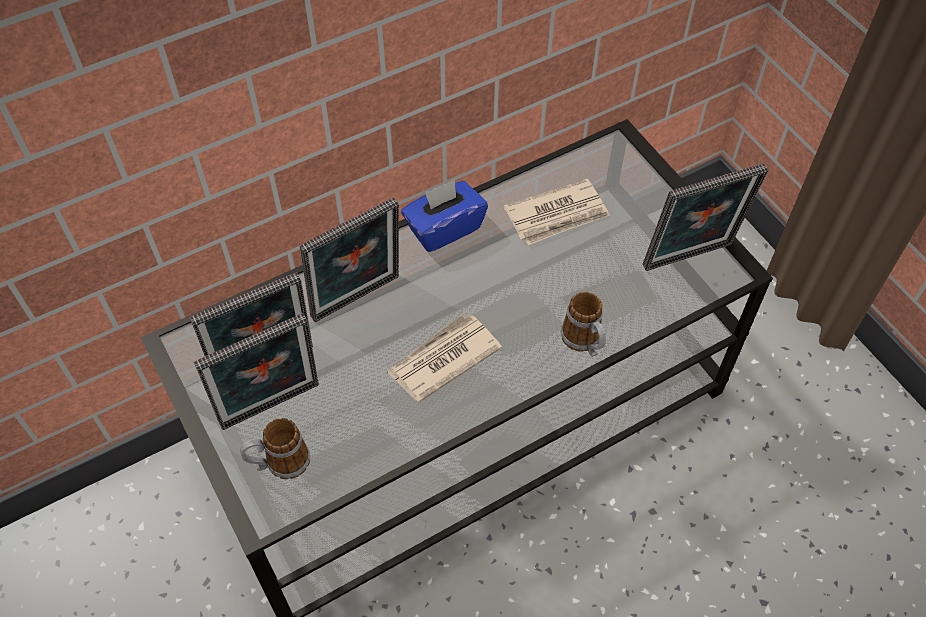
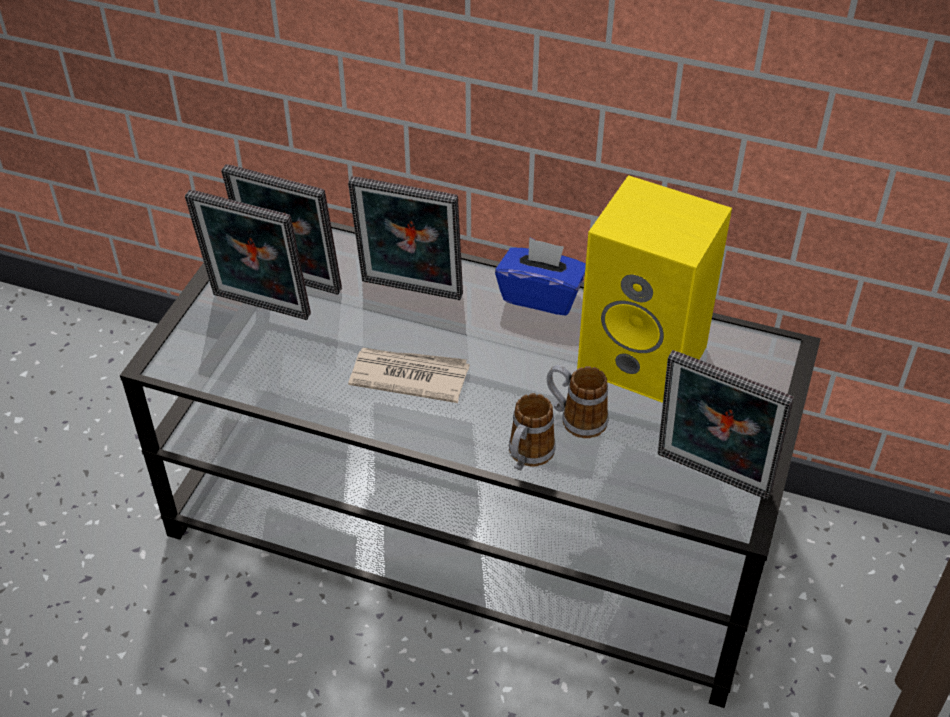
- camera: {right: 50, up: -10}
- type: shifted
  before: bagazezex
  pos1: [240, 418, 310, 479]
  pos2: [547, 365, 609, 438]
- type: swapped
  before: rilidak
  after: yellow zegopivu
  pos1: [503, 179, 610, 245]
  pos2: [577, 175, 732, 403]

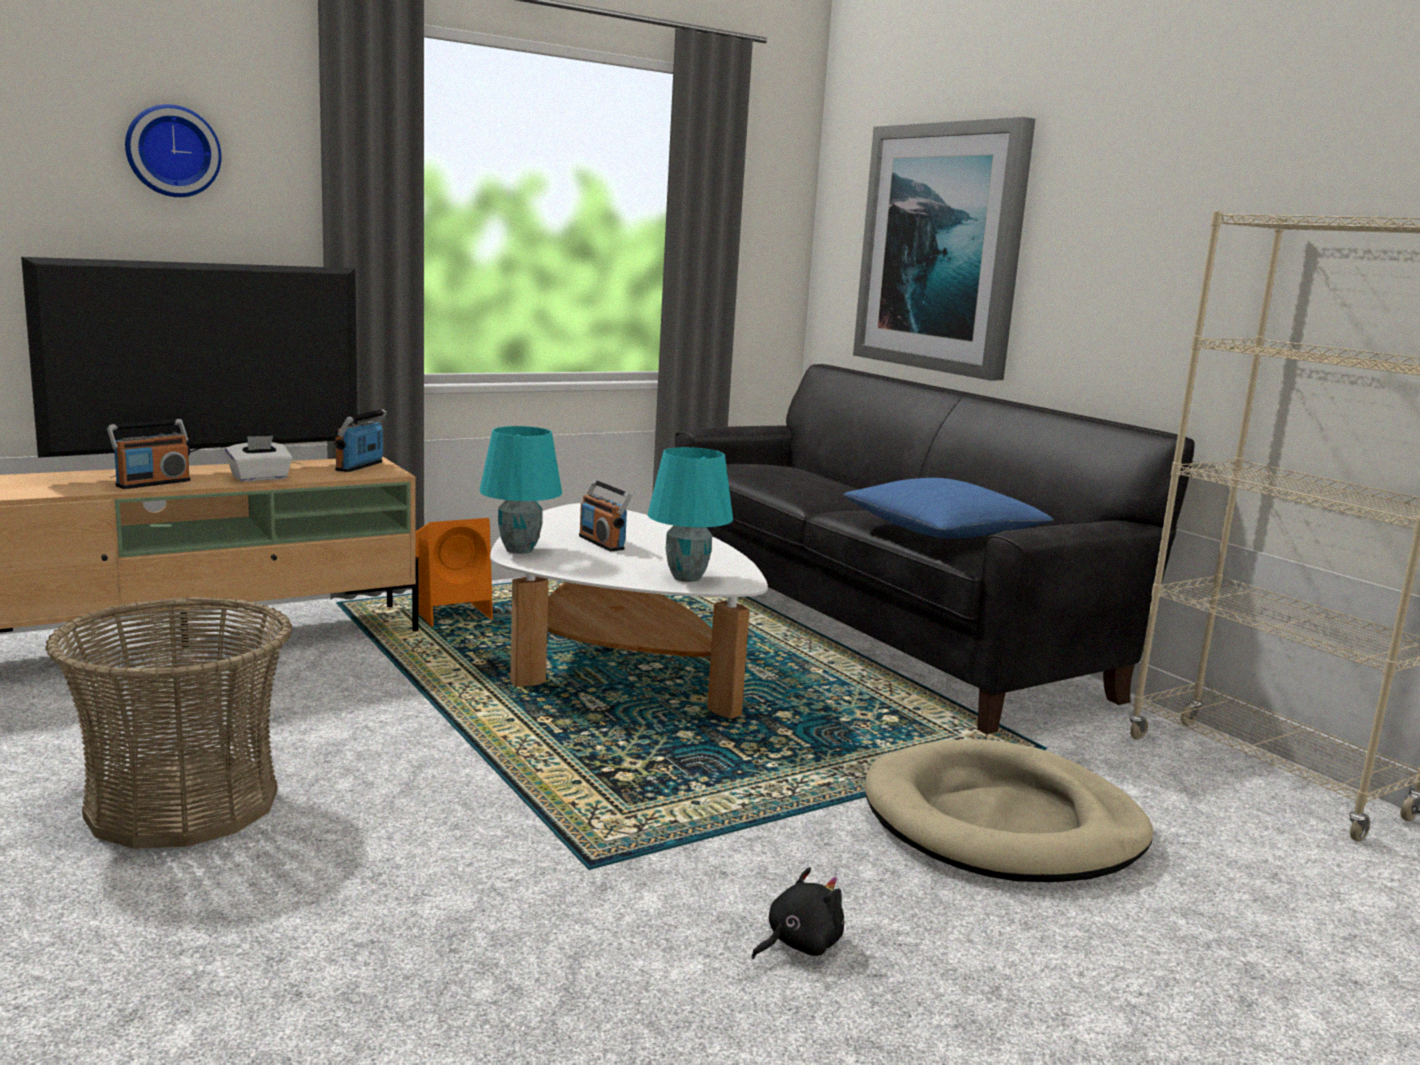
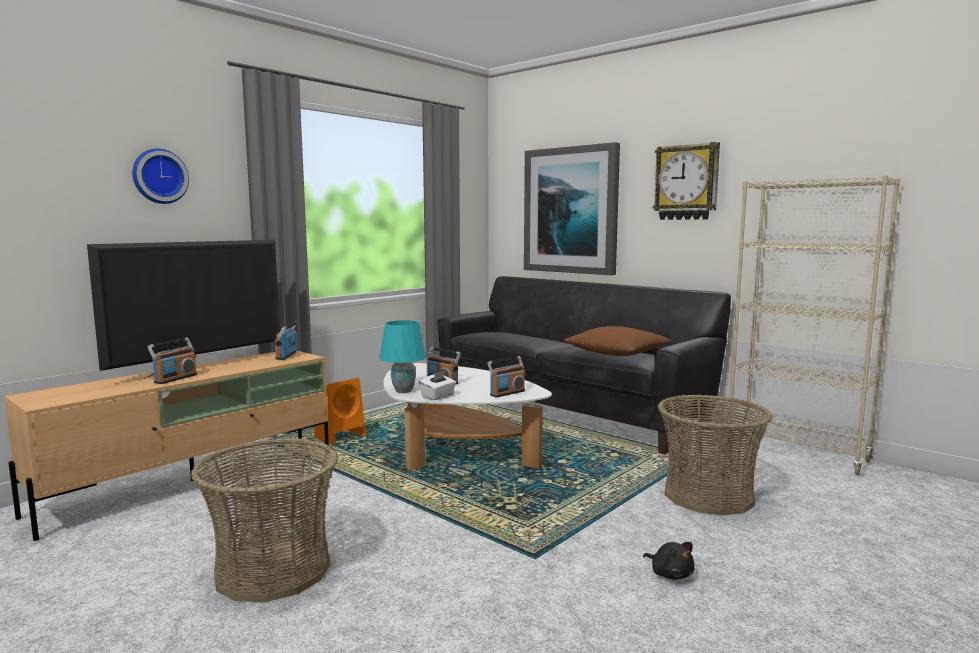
- camera: {right: -15, up: -5}
- type: shifted
  before: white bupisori
  pos1: [225, 435, 293, 482]
  pos2: [419, 370, 456, 400]
- type: swapped
  before: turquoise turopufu
  after: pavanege
  pos1: [648, 447, 733, 582]
  pos2: [487, 356, 525, 397]
- type: repainted
  before: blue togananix
  after: brown togananix
  pos1: [843, 478, 1053, 538]
  pos2: [564, 326, 671, 356]
- type: rotated
  before: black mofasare
  pos1: [752, 867, 844, 959]
  pos2: [643, 542, 695, 580]
  turn: 105
- type: new
  after: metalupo
  pos2: [653, 142, 720, 220]
- type: swapped
  before: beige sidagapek
  after: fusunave
  pos1: [865, 739, 1153, 882]
  pos2: [658, 395, 772, 515]

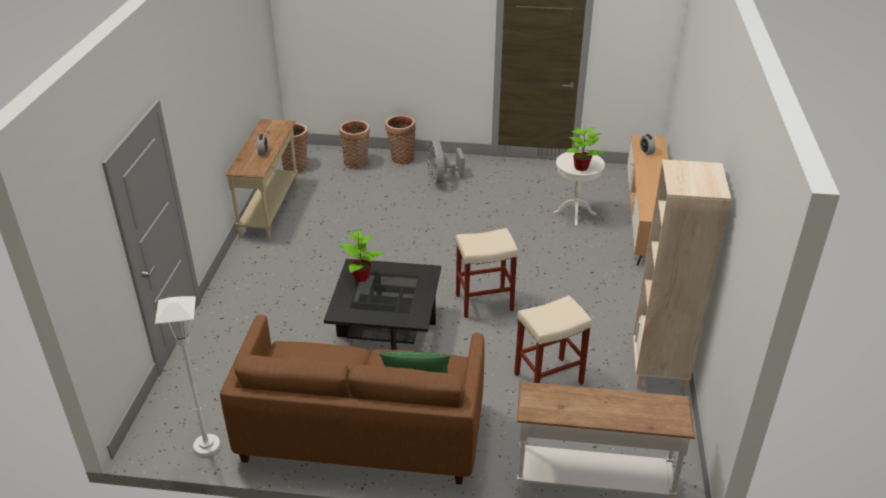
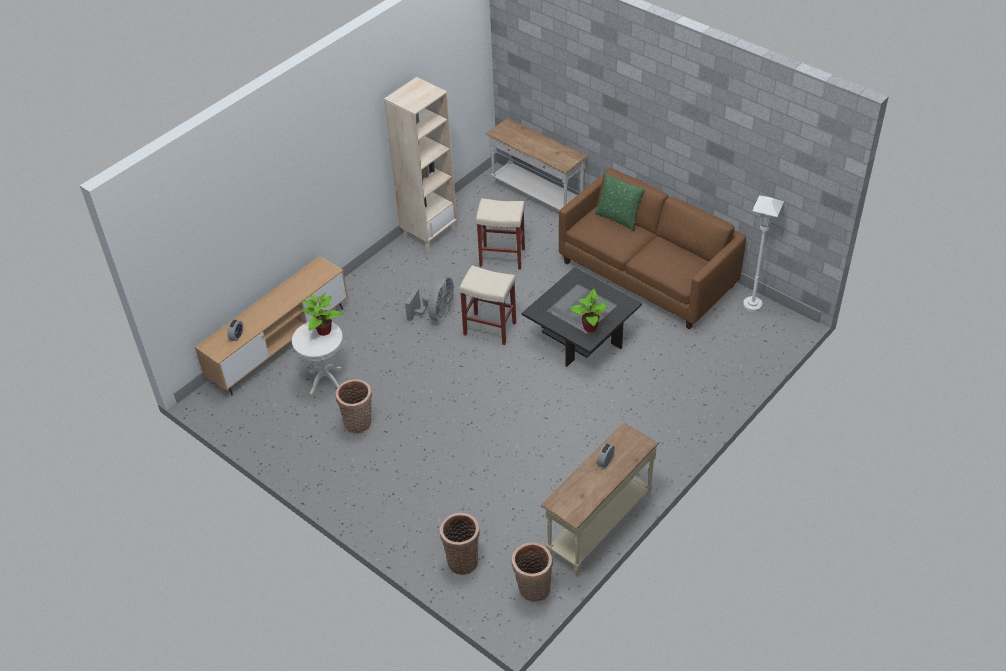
- camera: {right: -145, up: 10}
- type: shifted
  before: fusunave
  pos1: [385, 115, 416, 165]
  pos2: [336, 379, 372, 434]
- type: shifted
  before: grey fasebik
  pos1: [427, 140, 465, 184]
  pos2: [405, 276, 454, 321]

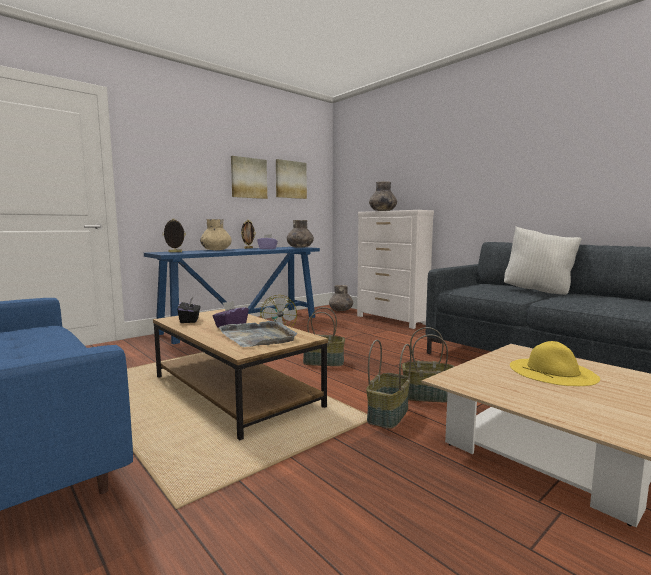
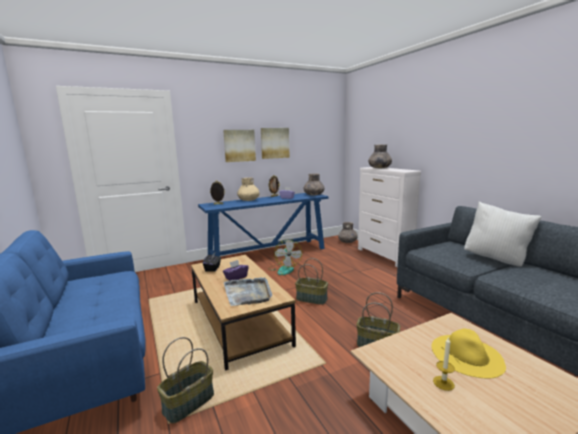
- camera: {right: 15, up: 5}
- type: shifted
  before: fusunave
  pos1: [366, 340, 412, 429]
  pos2: [157, 337, 214, 424]
- type: shifted
  before: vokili
  pos1: [276, 159, 307, 199]
  pos2: [223, 130, 256, 162]
- type: new
  after: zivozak
  pos2: [433, 337, 455, 391]

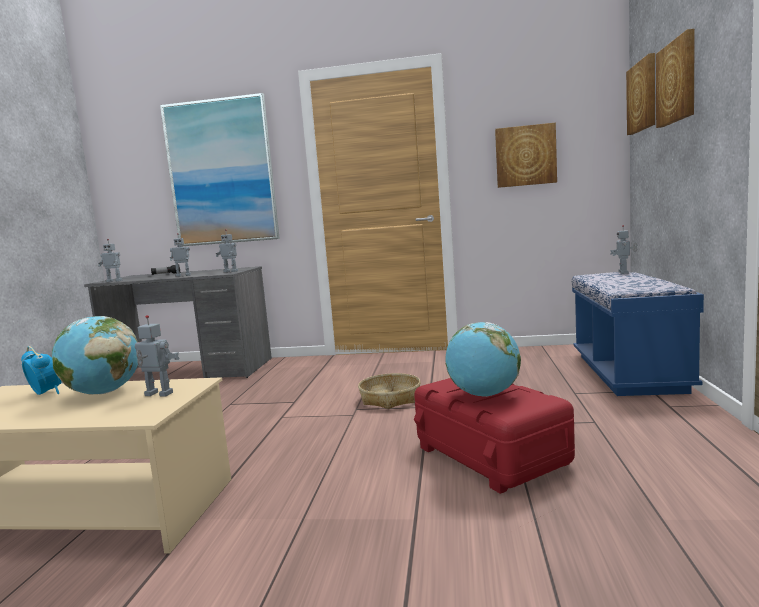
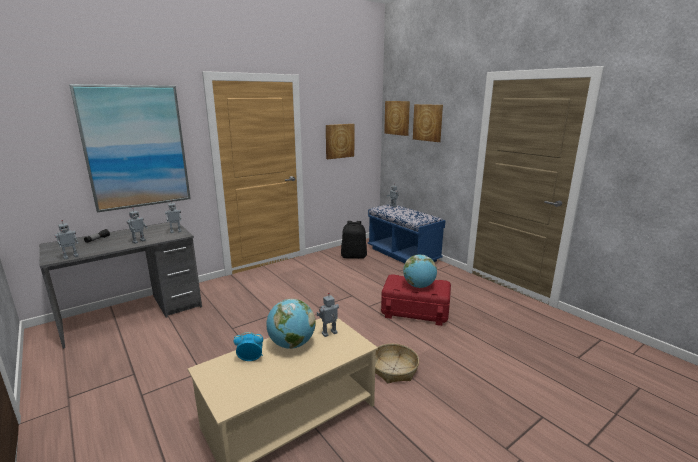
- camera: {right: -45, up: 10}
- type: new
  after: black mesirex
  pos2: [341, 221, 367, 259]
- type: shifted
  before: fusunave
  pos1: [358, 373, 421, 409]
  pos2: [375, 344, 419, 383]

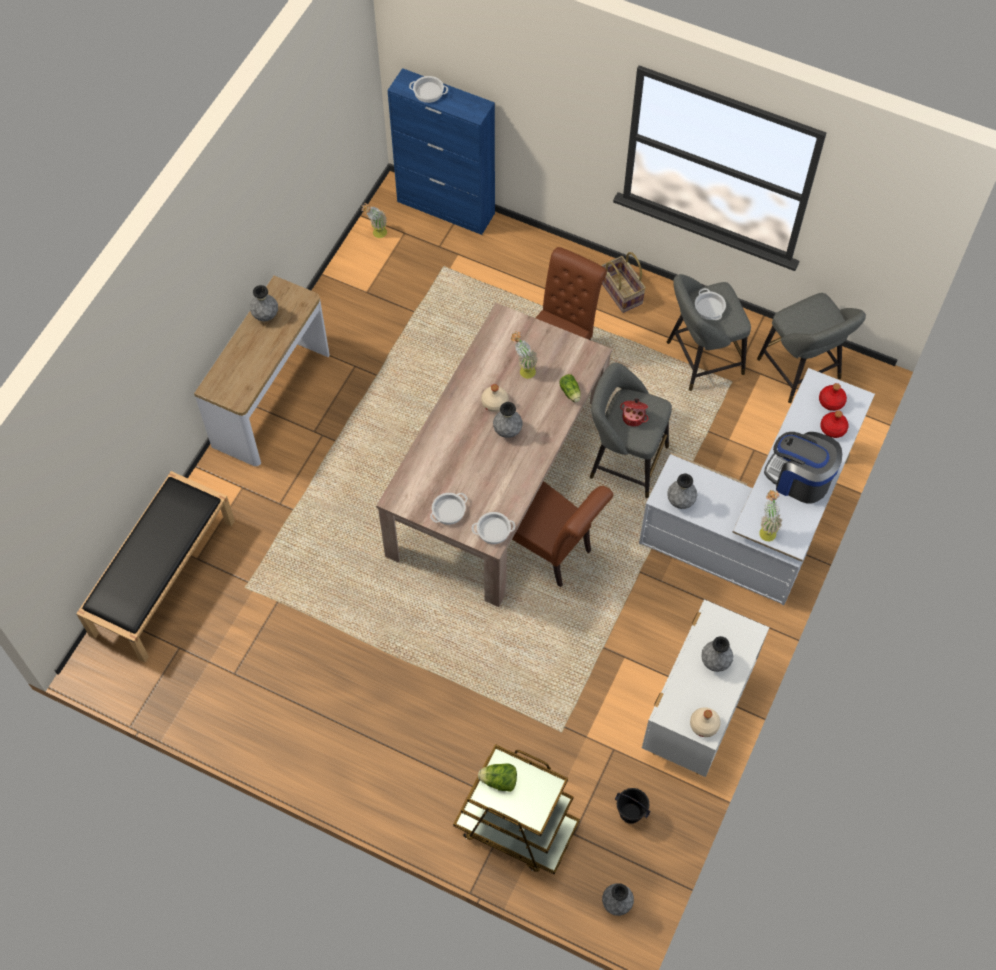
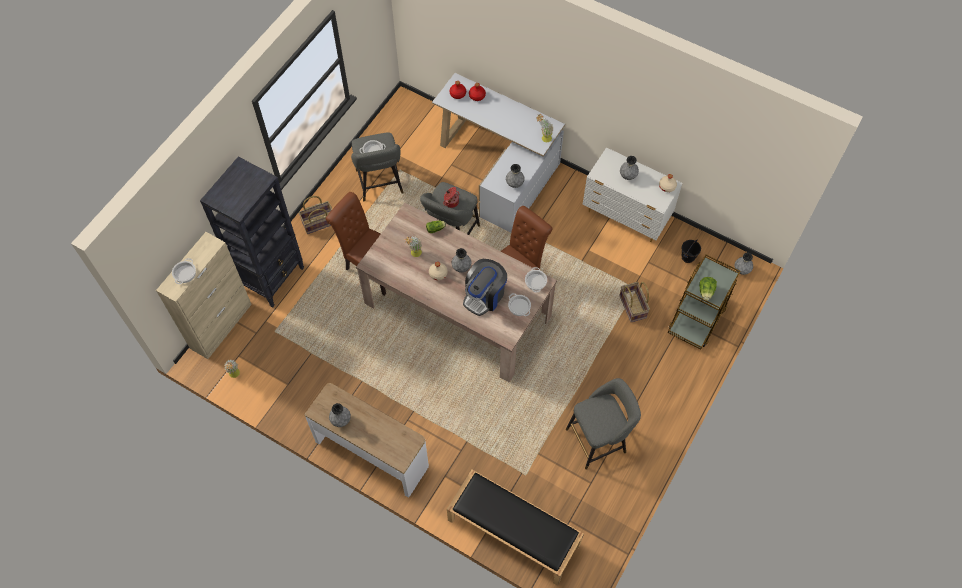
- camera: {right: -85, up: 0}
- type: repainted
  before: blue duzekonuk
  after: beige duzekonuk
  pos1: [387, 68, 495, 235]
  pos2: [156, 232, 252, 359]
- type: new
  after: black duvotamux
  pos2: [200, 157, 304, 308]
- type: shifted
  before: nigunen
  pos1: [764, 432, 842, 504]
  pos2: [463, 259, 507, 316]
- type: shifted
  before: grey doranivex
  pos1: [757, 293, 866, 403]
  pos2: [566, 378, 641, 470]
- type: new
  after: fusunave
  pos2: [619, 282, 650, 322]

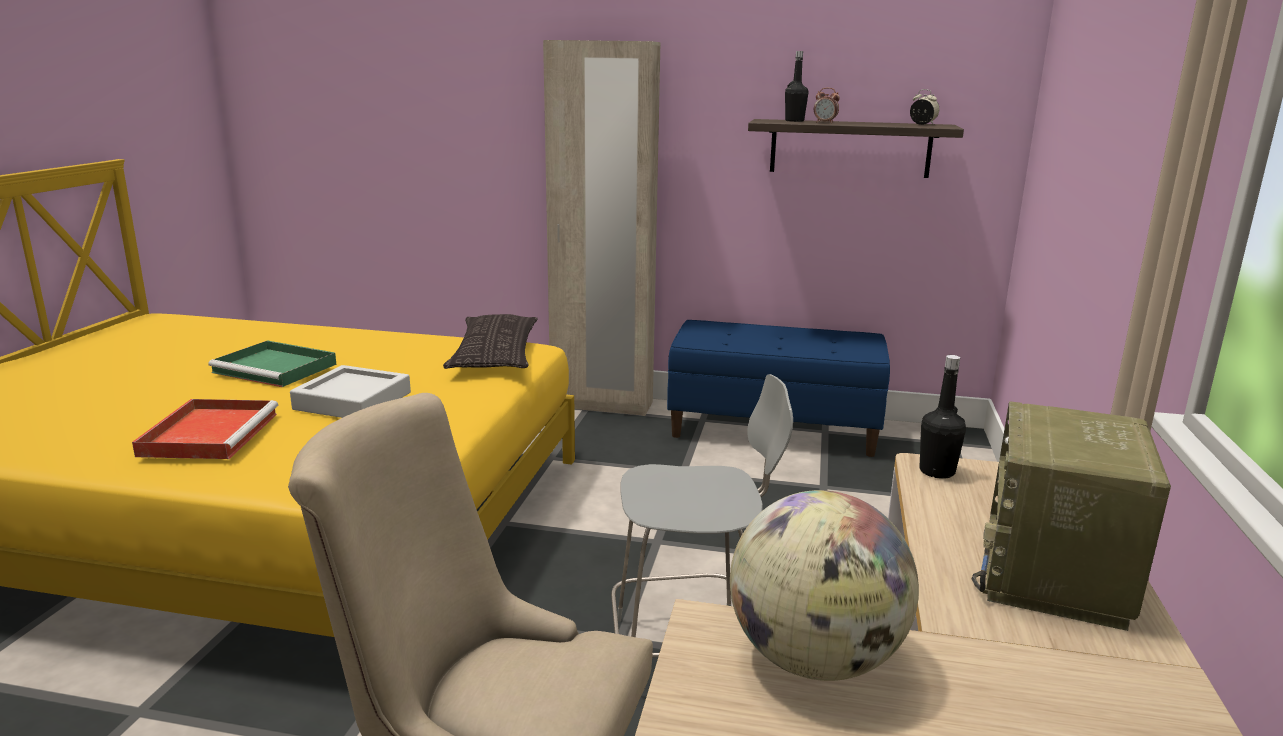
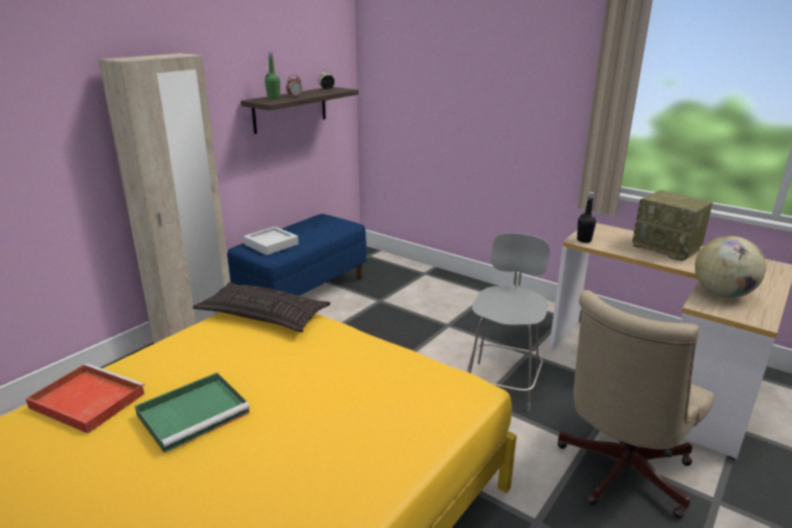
- camera: {right: -65, up: 5}
- type: shifted
  before: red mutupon
  pos1: [132, 399, 278, 459]
  pos2: [26, 363, 145, 434]
- type: shifted
  before: grey mutupon
  pos1: [290, 365, 411, 418]
  pos2: [243, 226, 299, 255]
- type: repainted
  before: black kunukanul
  after: green kunukanul
  pos1: [785, 51, 808, 122]
  pos2: [265, 52, 280, 99]

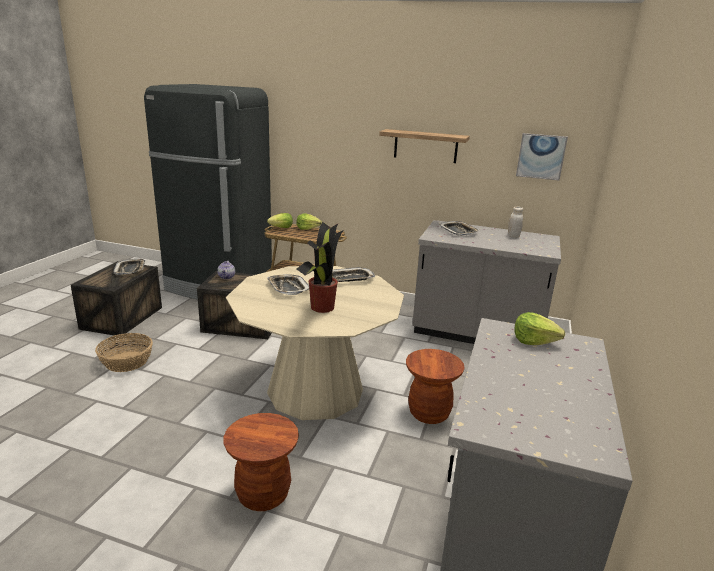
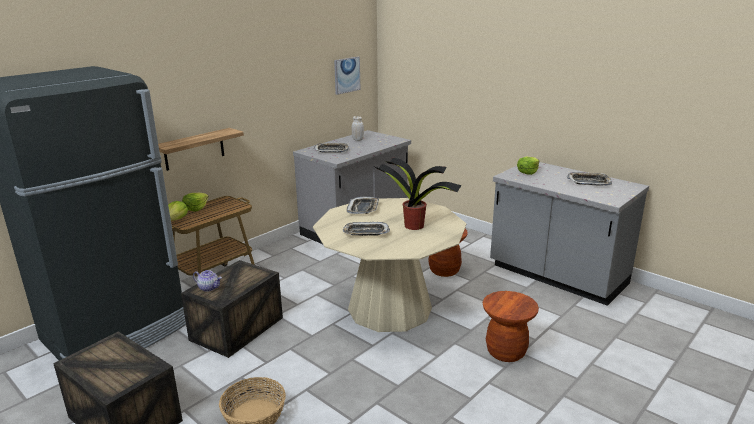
- camera: {right: -65, up: 0}
- type: shifted
  before: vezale
  pos1: [379, 129, 470, 163]
  pos2: [158, 128, 244, 171]
- type: shifted
  before: mutupon
  pos1: [113, 259, 145, 275]
  pos2: [567, 172, 612, 186]

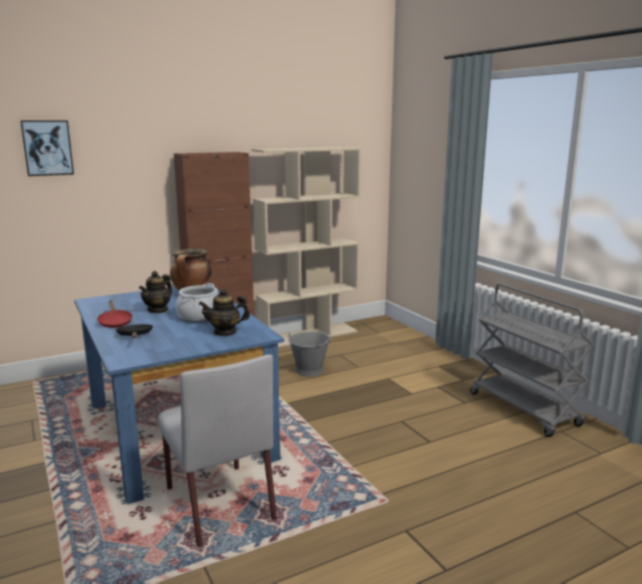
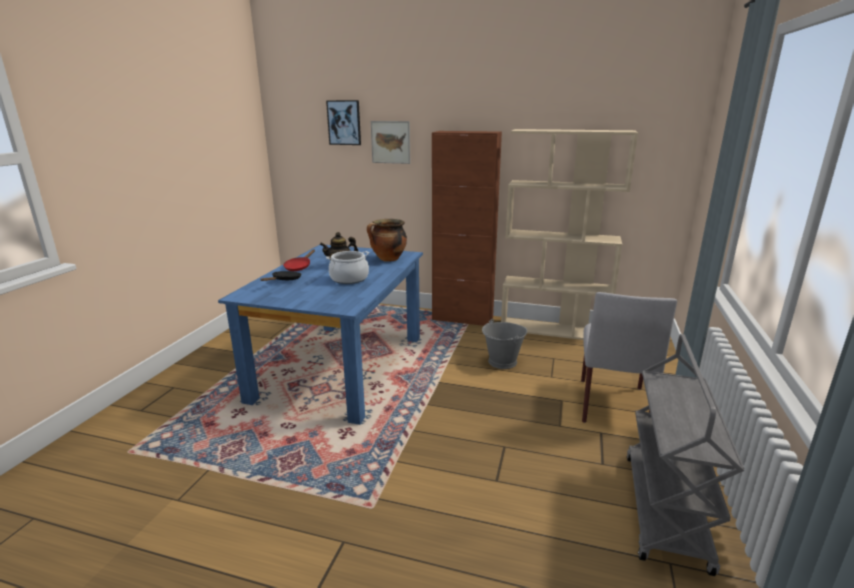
- camera: {right: 45, up: 5}
- type: new
  after: vokili
  pos2: [371, 121, 410, 164]
- type: shifted
  before: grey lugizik
  pos1: [157, 354, 277, 547]
  pos2: [581, 292, 677, 423]
- type: gone
  before: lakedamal
  pos1: [199, 288, 250, 336]

